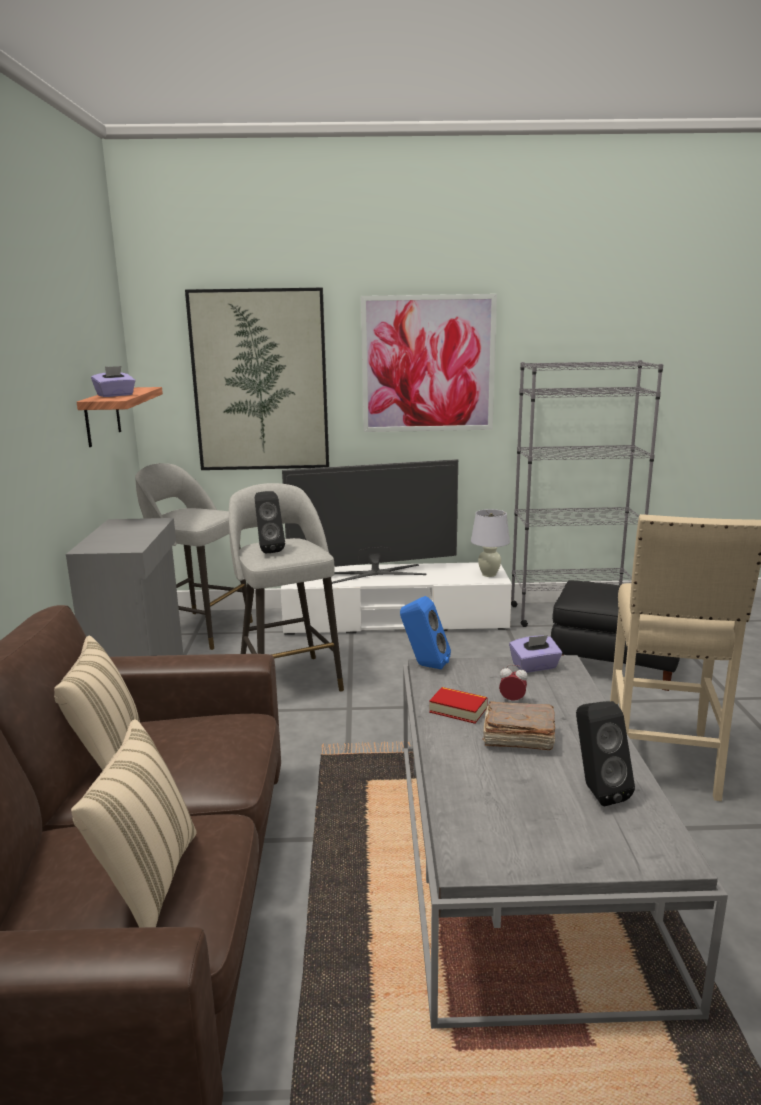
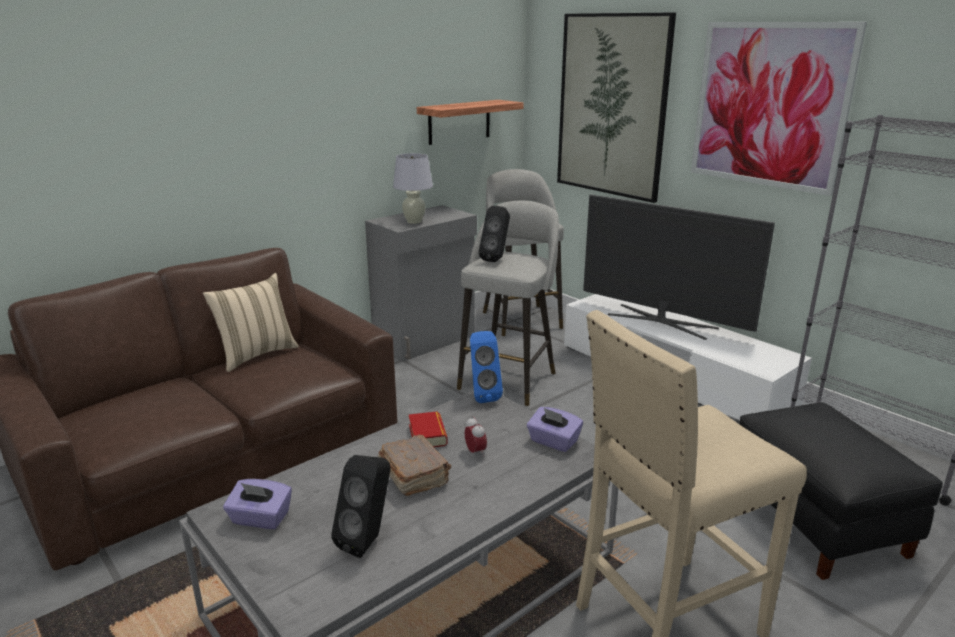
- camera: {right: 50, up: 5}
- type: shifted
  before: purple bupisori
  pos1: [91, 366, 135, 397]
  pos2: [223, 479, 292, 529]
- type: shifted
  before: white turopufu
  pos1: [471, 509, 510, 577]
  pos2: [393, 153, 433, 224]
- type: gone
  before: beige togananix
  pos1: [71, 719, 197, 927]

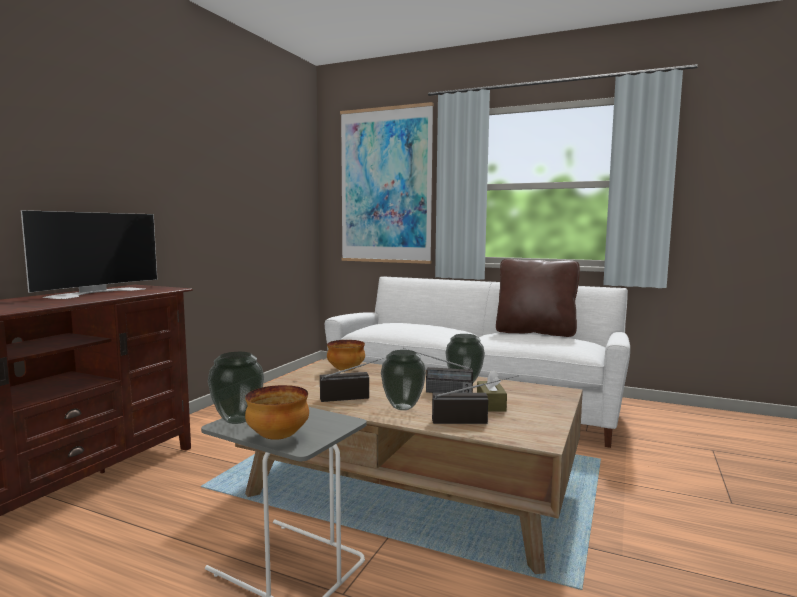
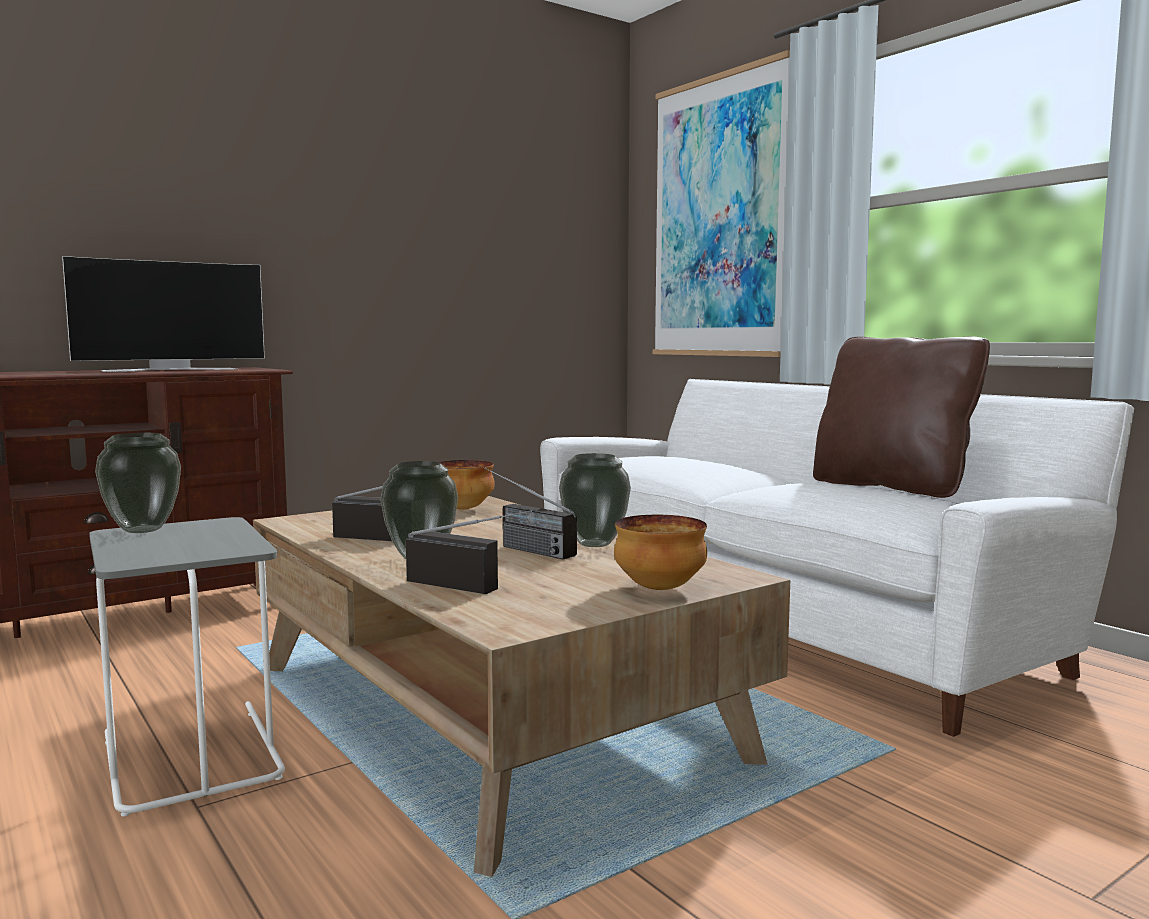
- camera: {right: 30, up: 0}
- type: shifted
  before: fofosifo
  pos1: [245, 385, 309, 440]
  pos2: [614, 515, 707, 590]
- type: gone
  before: brown bupisori
  pos1: [477, 370, 507, 412]

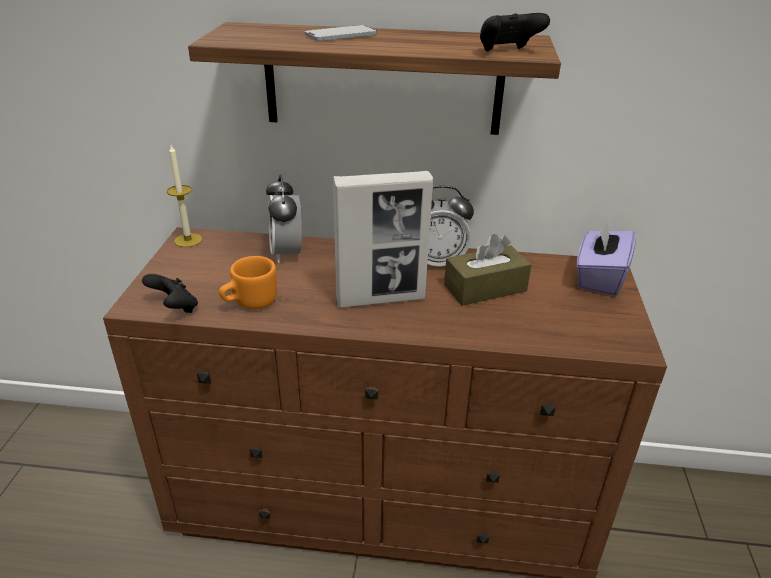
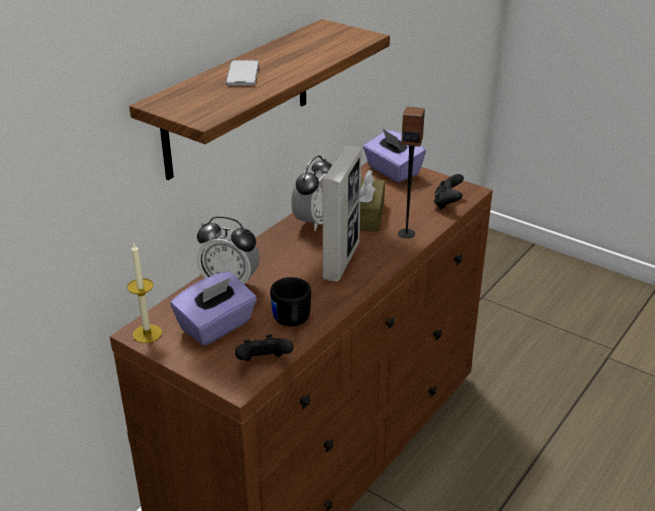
- camera: {right: -60, up: 0}
- type: new
  after: purple bupisori
  pos2: [171, 271, 257, 346]
- type: repainted
  before: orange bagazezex
  after: black bagazezex
  pos1: [219, 256, 277, 309]
  pos2: [270, 277, 311, 326]
- type: new
  after: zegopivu
  pos2: [398, 106, 425, 238]
- type: shifted
  before: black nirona
  pos1: [480, 13, 550, 52]
  pos2: [434, 174, 464, 209]

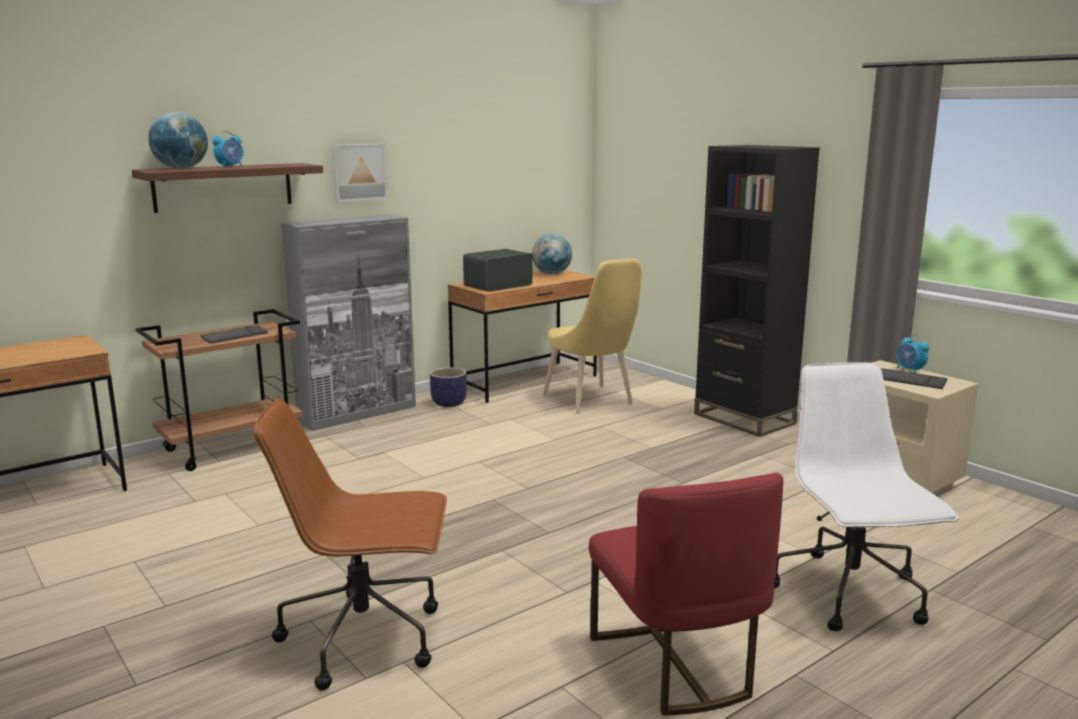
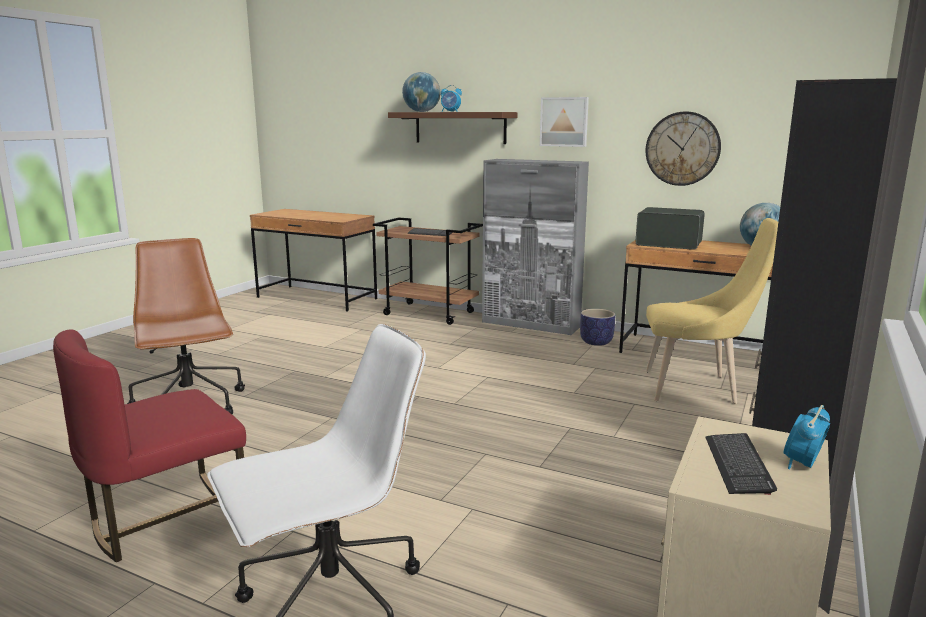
- camera: {right: 65, up: 0}
- type: new
  after: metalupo
  pos2: [645, 111, 721, 186]
- type: rotated
  before: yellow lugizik
  pos1: [543, 259, 641, 414]
  pos2: [646, 218, 778, 404]
  turn: -120

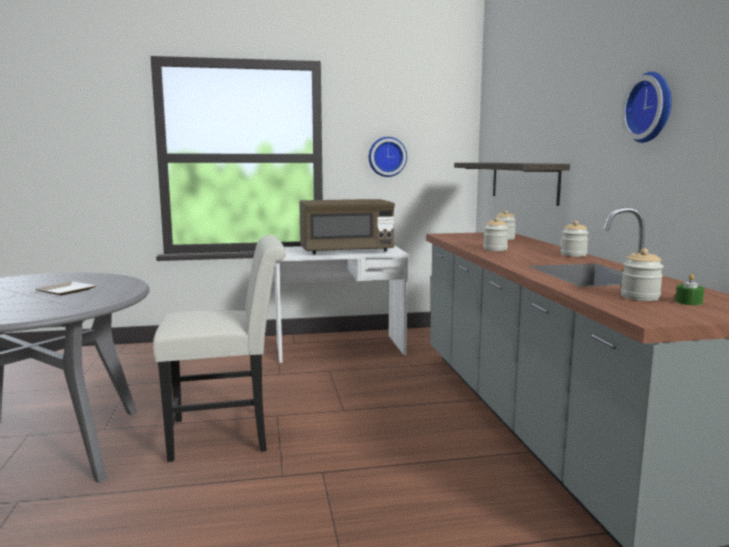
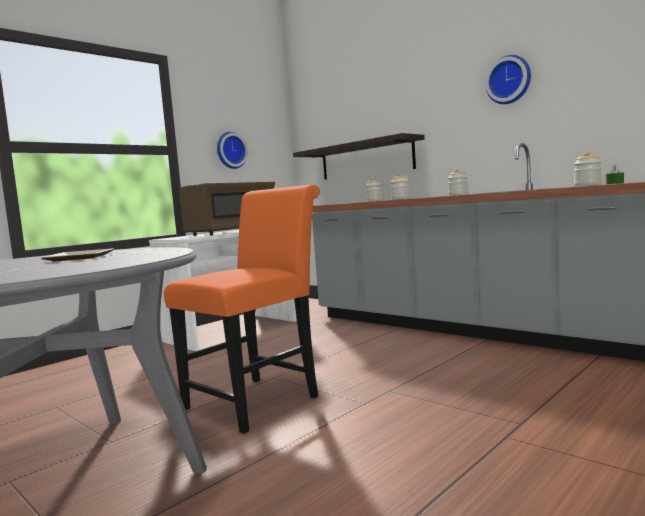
- camera: {right: -35, up: -5}
- type: repainted
  before: white lugizik
  after: orange lugizik
  pos1: [153, 235, 286, 462]
  pos2: [164, 185, 320, 434]

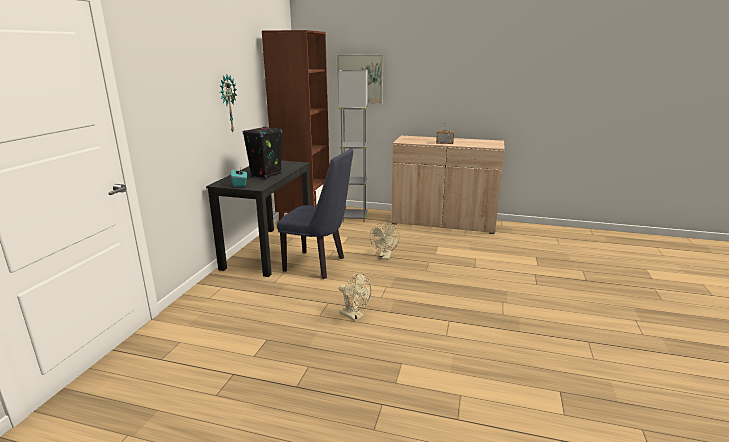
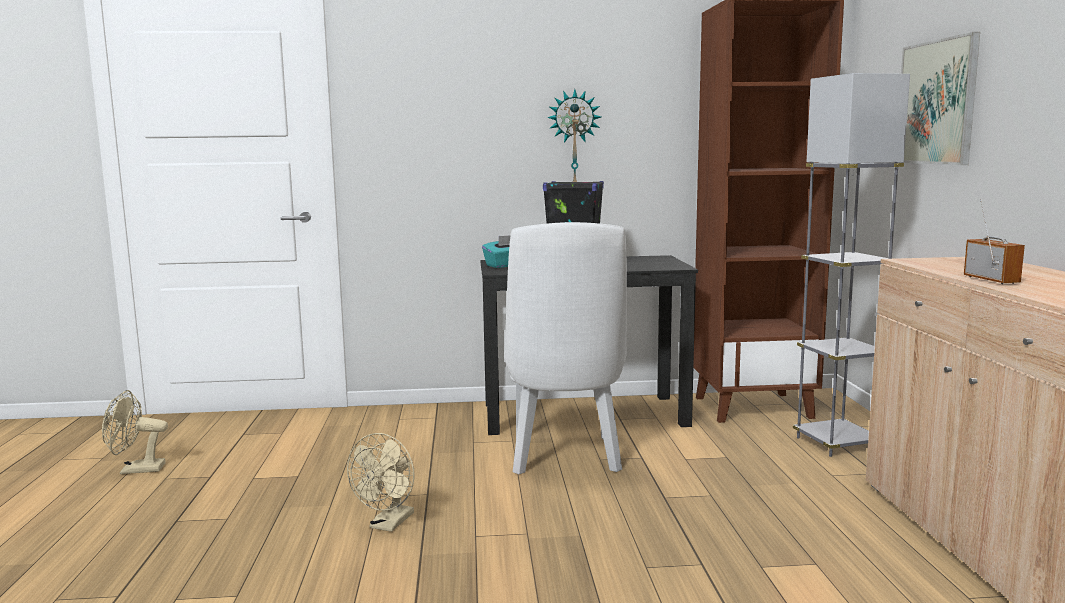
- camera: {right: 70, up: -10}
- type: shifted
  before: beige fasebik
  pos1: [370, 222, 400, 260]
  pos2: [102, 390, 168, 474]
- type: repainted
  before: blue lugizik
  after: white lugizik
  pos1: [277, 148, 353, 279]
  pos2: [504, 222, 627, 474]

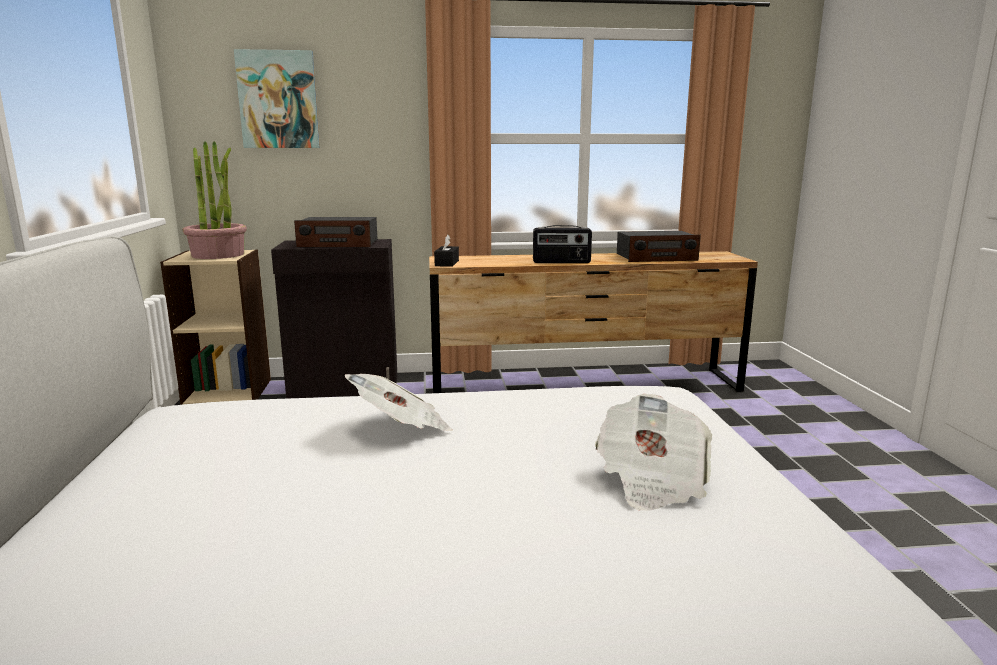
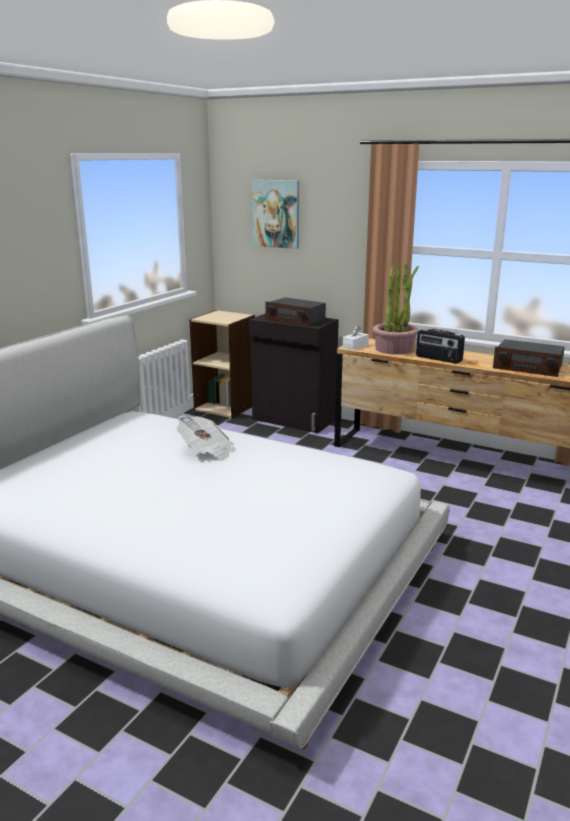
- camera: {right: 35, up: 5}
- type: repainted
  before: black bupisori
  after: white bupisori
  pos1: [434, 235, 459, 267]
  pos2: [343, 325, 369, 350]
- type: shifted
  before: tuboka
  pos1: [183, 141, 247, 259]
  pos2: [373, 263, 419, 355]
- type: gone
  before: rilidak
  pos1: [595, 394, 712, 510]

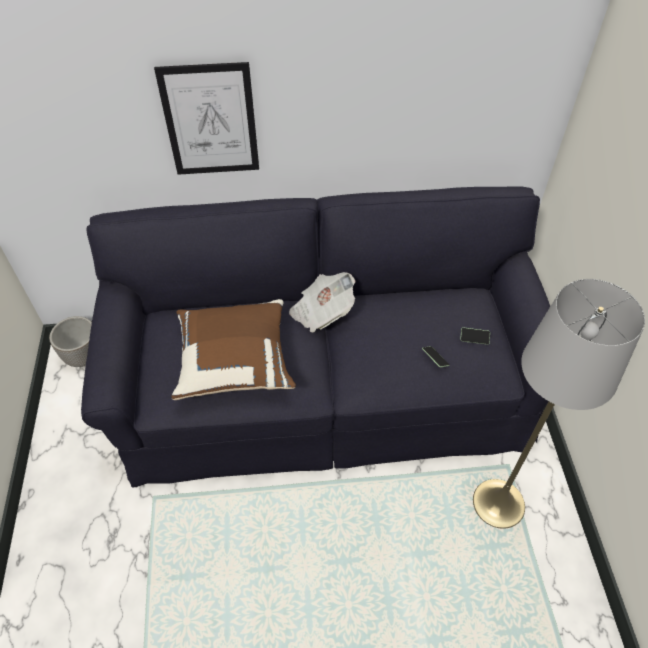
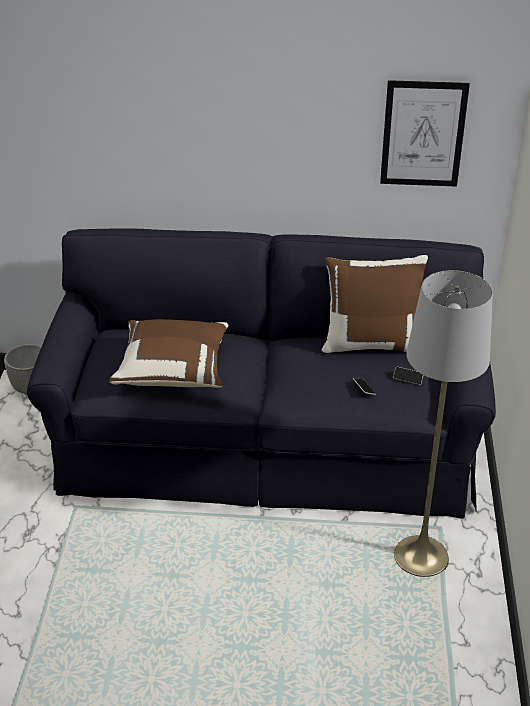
- camera: {right: 10, up: -15}
- type: new
  after: brown togananix
  pos2: [321, 255, 428, 354]
- type: shifted
  before: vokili
  pos1: [154, 62, 259, 175]
  pos2: [380, 80, 470, 187]
- type: gone
  before: rilidak
  pos1: [289, 272, 356, 333]

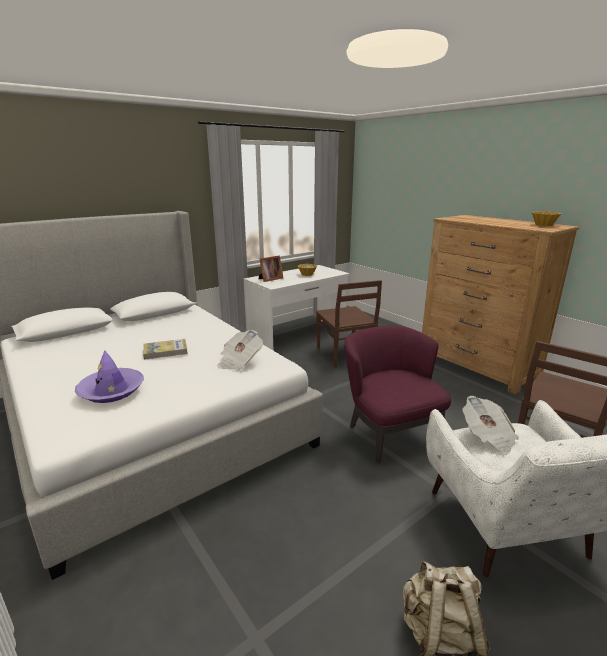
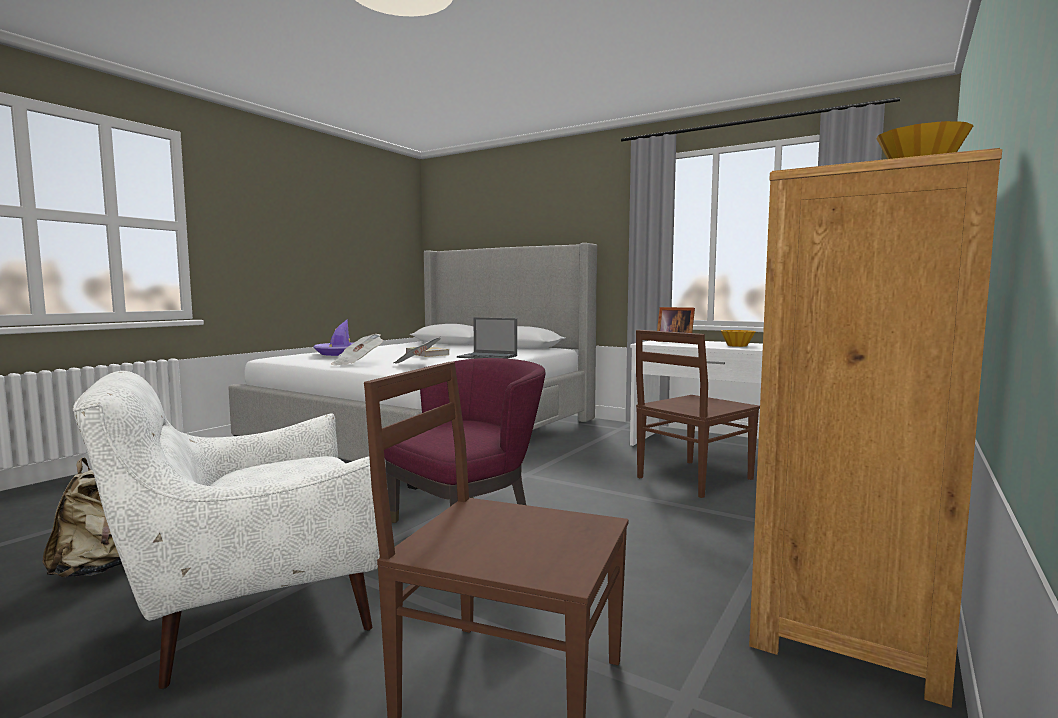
- camera: {right: 70, up: -15}
- type: shifted
  before: rilidak
  pos1: [462, 396, 519, 455]
  pos2: [331, 334, 383, 365]
- type: new
  after: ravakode
  pos2: [457, 318, 517, 359]

